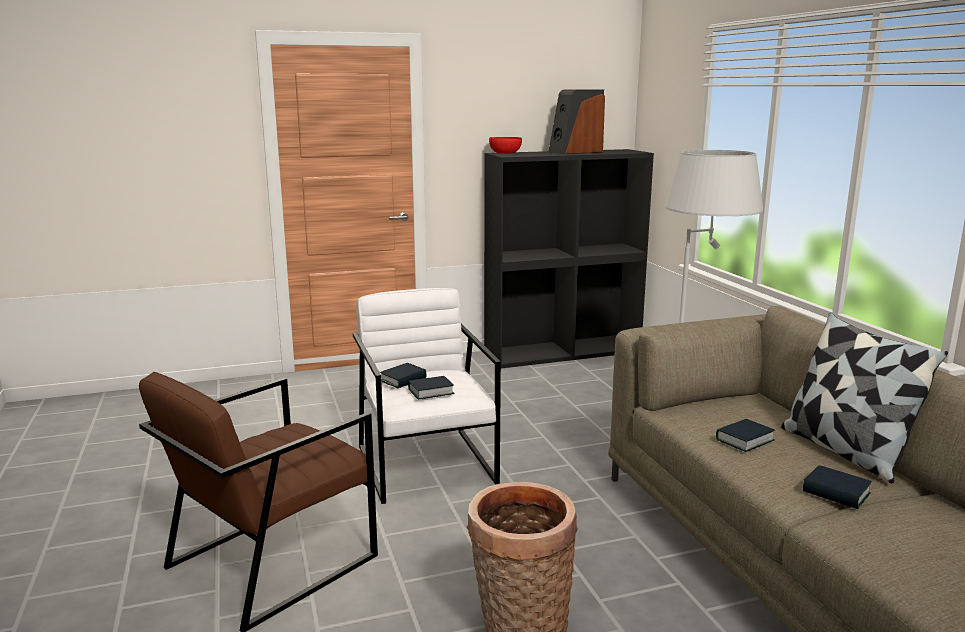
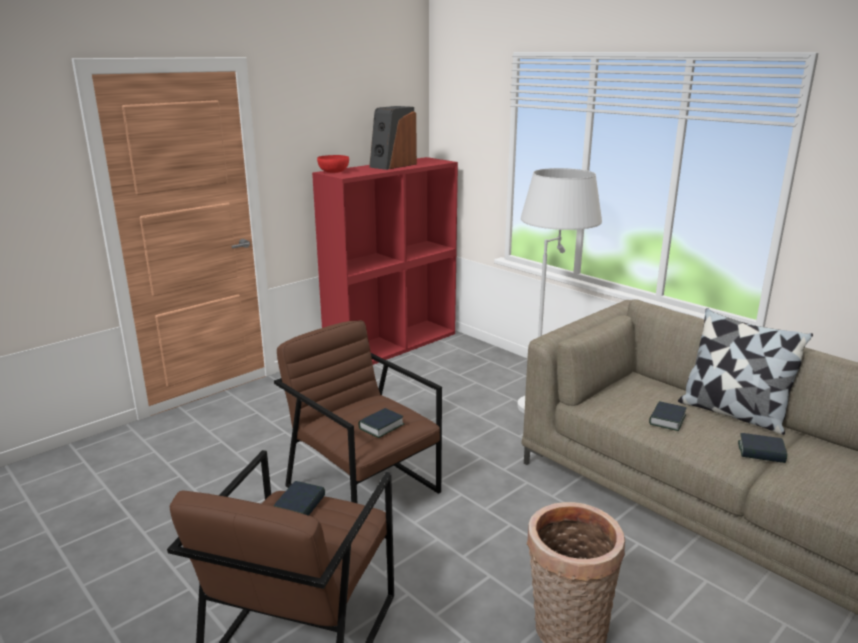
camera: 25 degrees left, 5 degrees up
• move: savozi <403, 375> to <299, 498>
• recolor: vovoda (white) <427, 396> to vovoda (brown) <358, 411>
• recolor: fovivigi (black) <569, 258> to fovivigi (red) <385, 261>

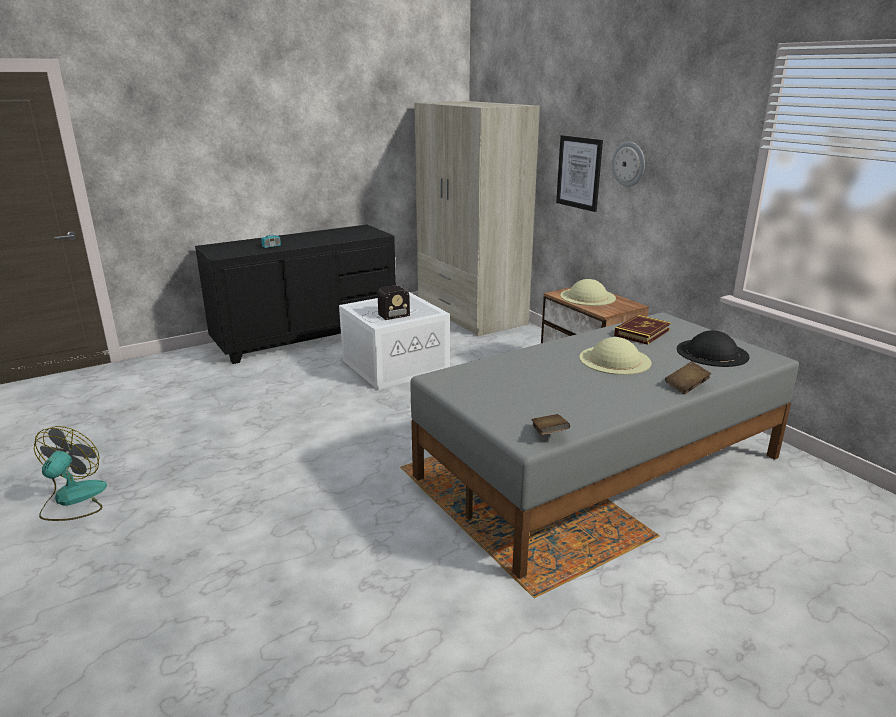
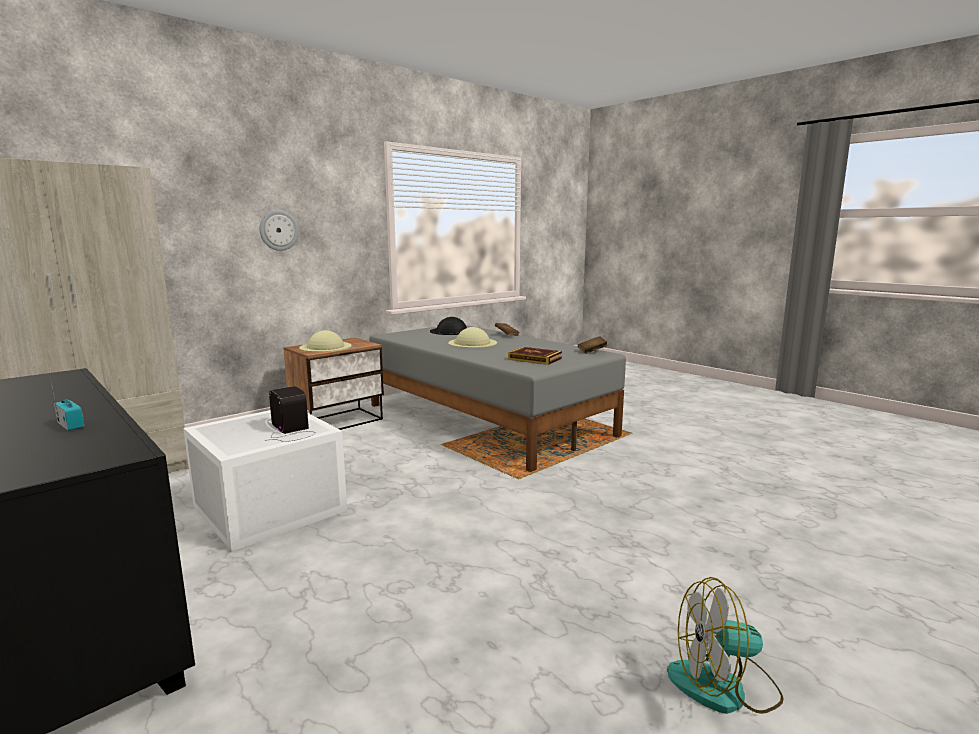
camera: 100 degrees left, 10 degrees down
• delete: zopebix <579, 173>
• move: savozi <642, 330> to <535, 356>

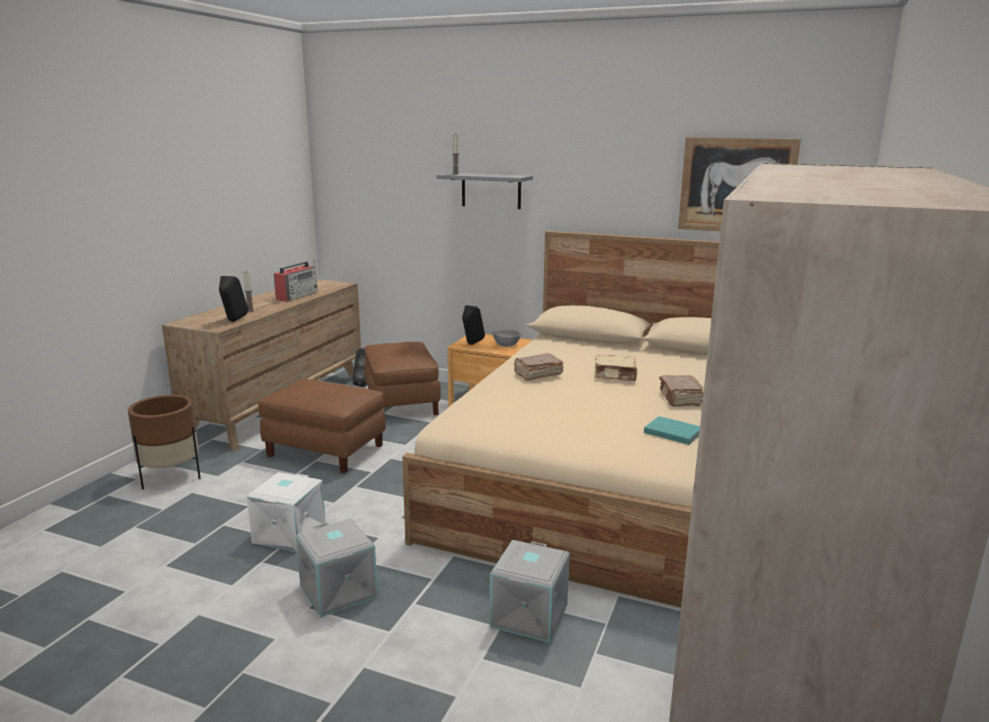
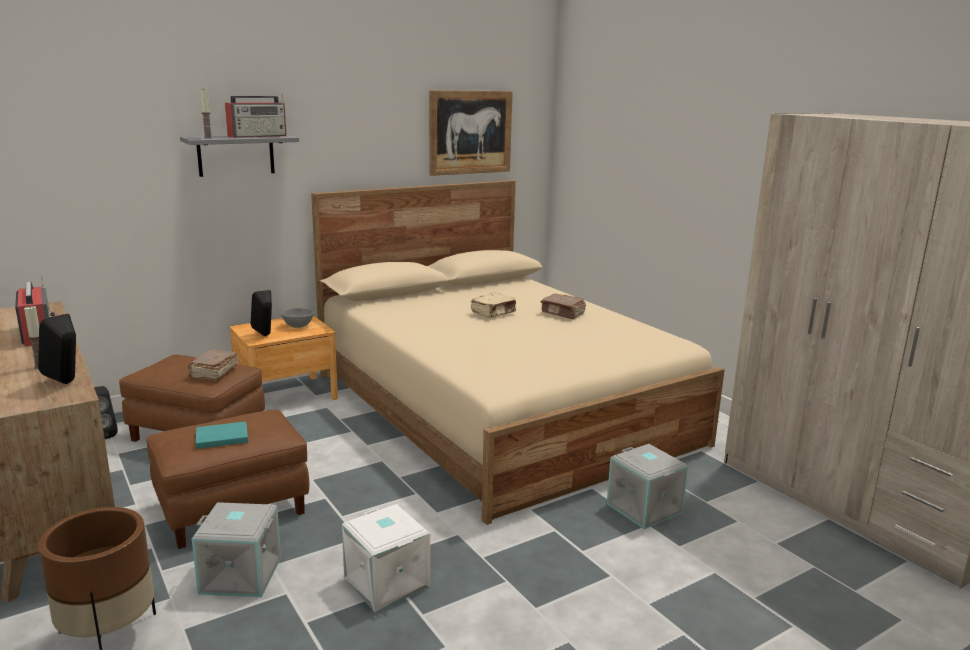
camera: 55 degrees left, 0 degrees up
• insert: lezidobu <256, 116>
• move: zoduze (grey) <337, 568> to <236, 549>
• move: savozi (brown) <539, 367> to <213, 365>
• move: savozi (turquoise) <672, 430> to <222, 435>

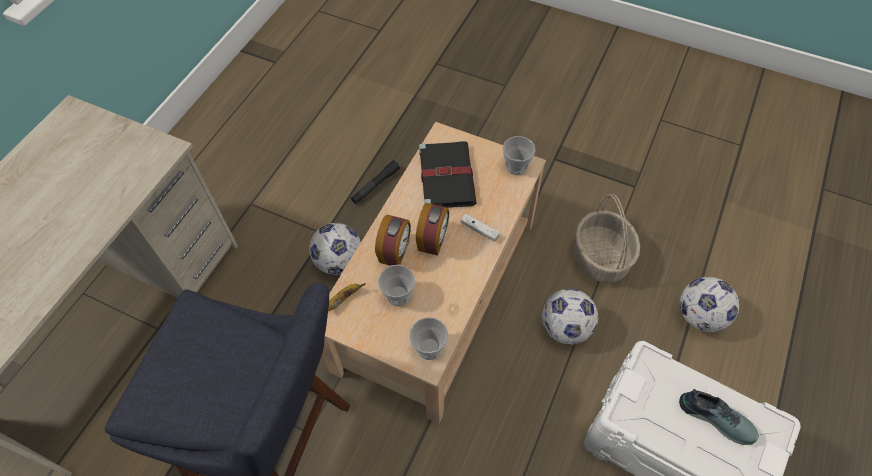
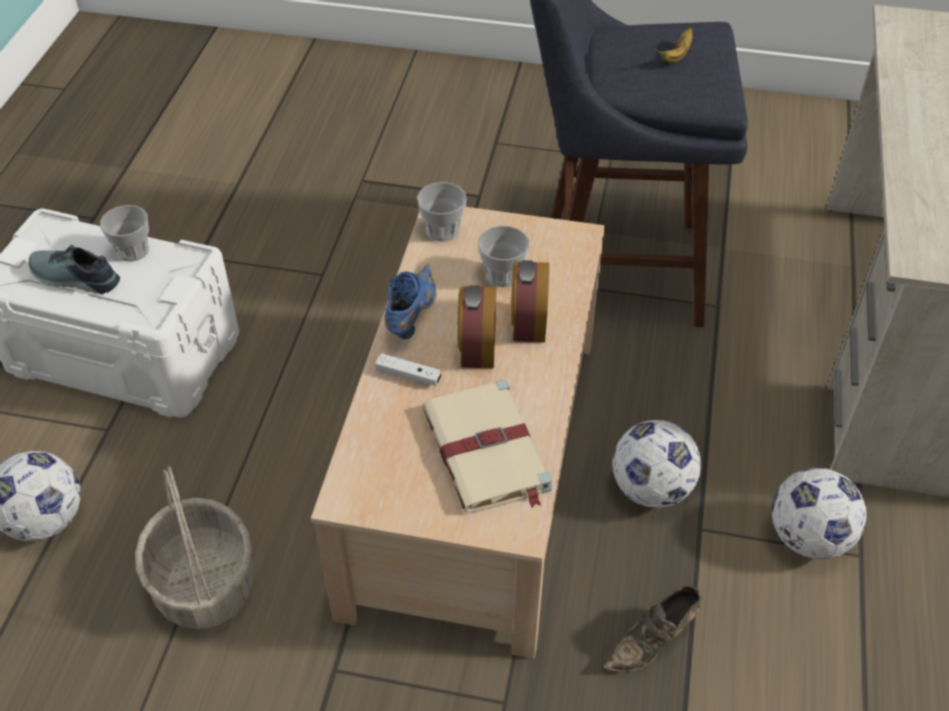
camera: 165 degrees right, 10 degrees down
• insert: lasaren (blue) <411, 301>
• move: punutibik <347, 297> to <673, 45>
• move: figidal <519, 155> to <124, 233>
• move: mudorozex <570, 317> to <819, 513>
• replace: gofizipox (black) <375, 182> to lasaren (brown) <652, 628>
• recolor: savozi (black) <447, 174> to savozi (beige) <487, 446>

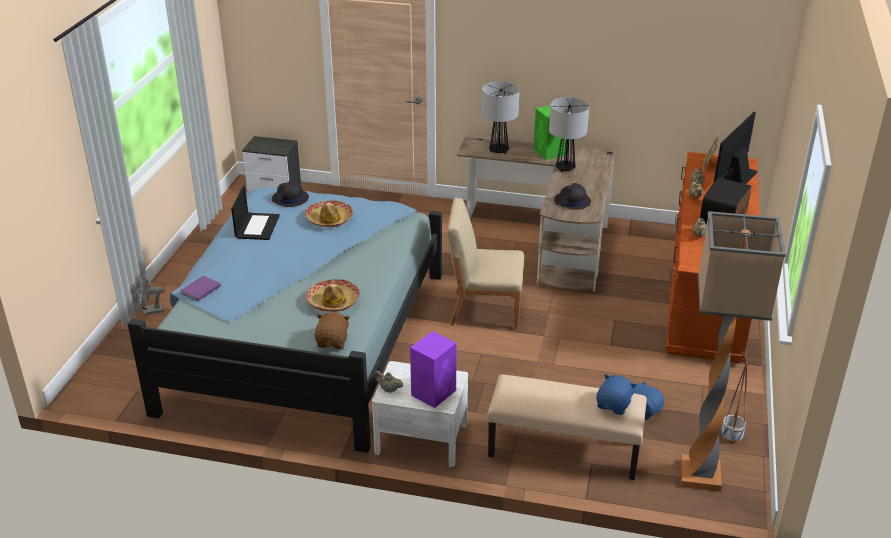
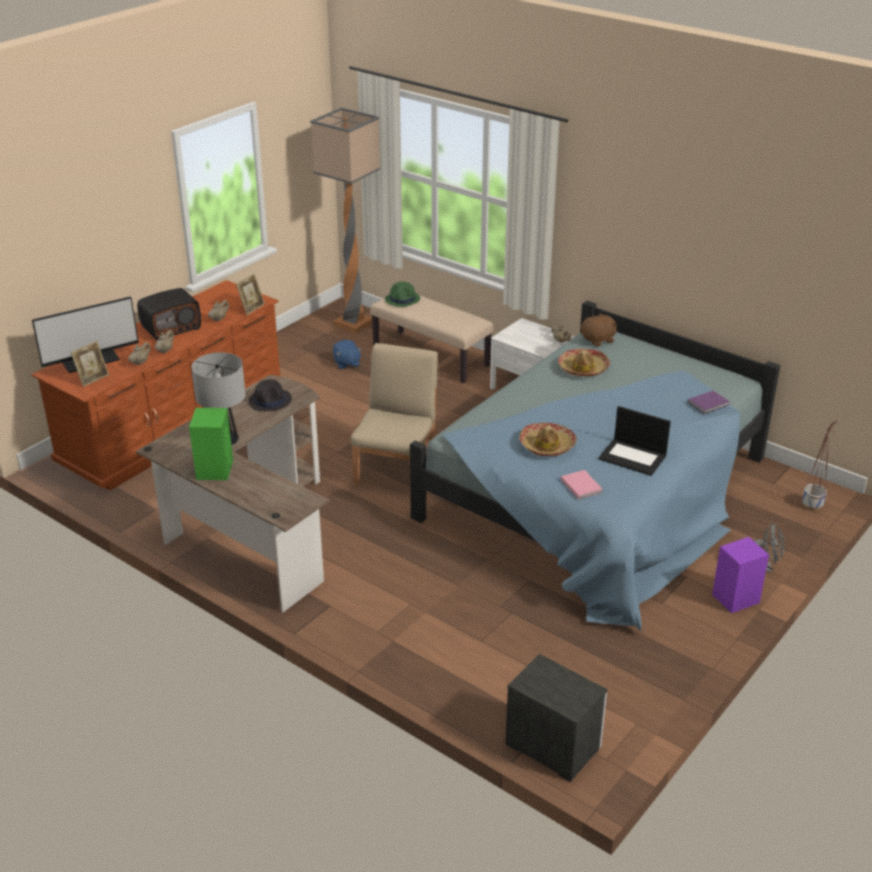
camera: 155 degrees left, 0 degrees up
• delete: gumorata <501, 117>
• insert: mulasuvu <250, 294>
• move: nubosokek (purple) <433, 369> to <740, 575>
• move: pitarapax <734, 395> to <820, 466>
• replace: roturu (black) <290, 194> to savozi (pink) <581, 484>
• replace: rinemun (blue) <616, 394> to roturu (green) <402, 294>
• rotate: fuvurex <255, 212> = <634, 441> 90 degrees counterclockwise
• rotate: rinemun (brown) <332, 330> = <599, 330> 150 degrees counterclockwise
• rotate: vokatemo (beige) <485, 264> = <394, 415> 105 degrees counterclockwise

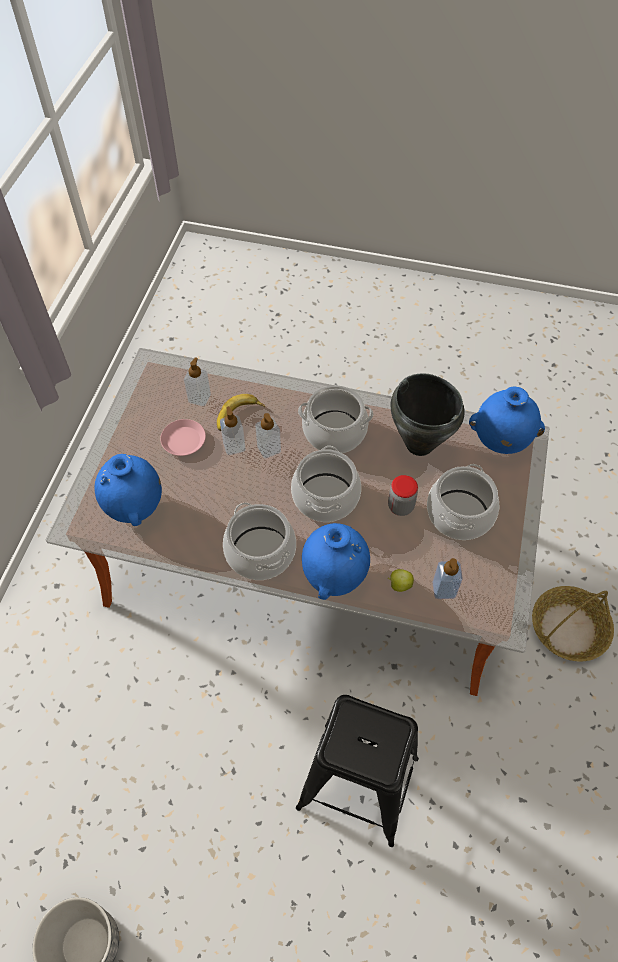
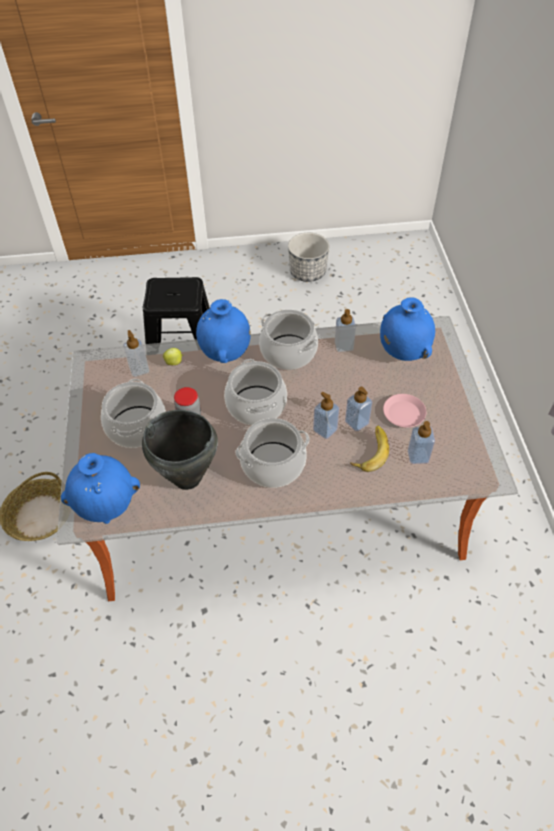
camera: 160 degrees right, 5 degrees down
• insert: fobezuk <345, 330>

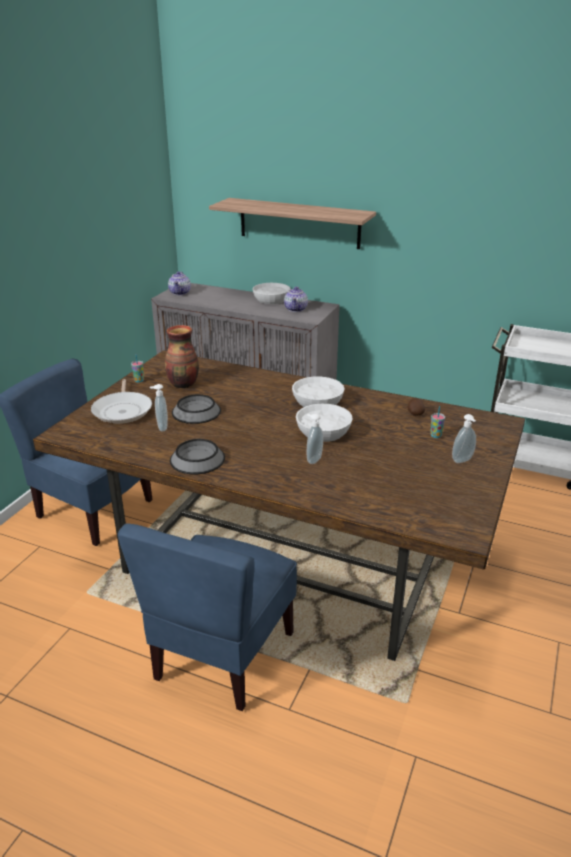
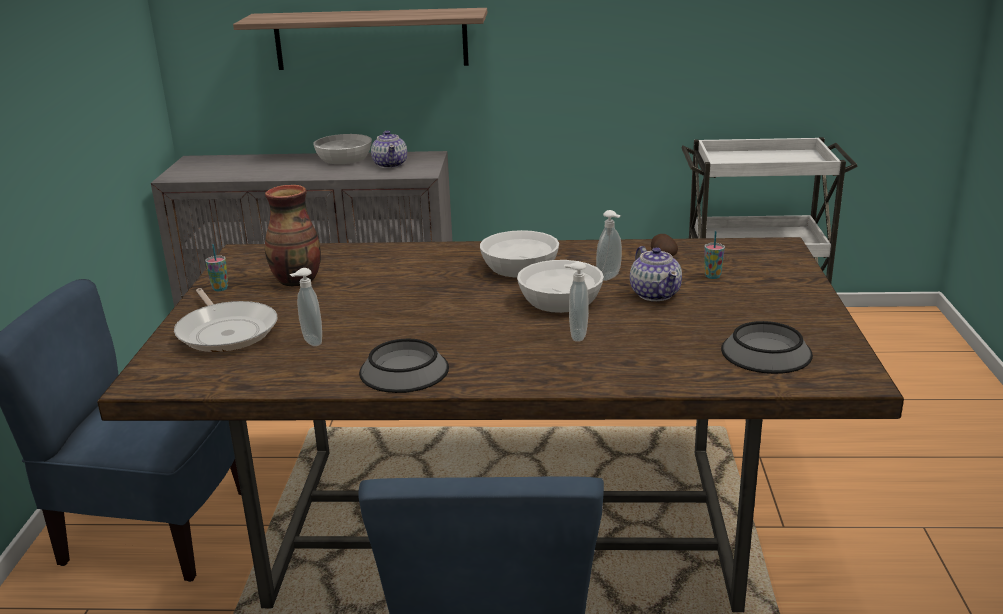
camera: 20 degrees left, 5 degrees down
• move: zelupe <179, 283> to <656, 273>
• move: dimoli <196, 409> to <767, 347>
• move: fobezuk <464, 438> to <609, 245>

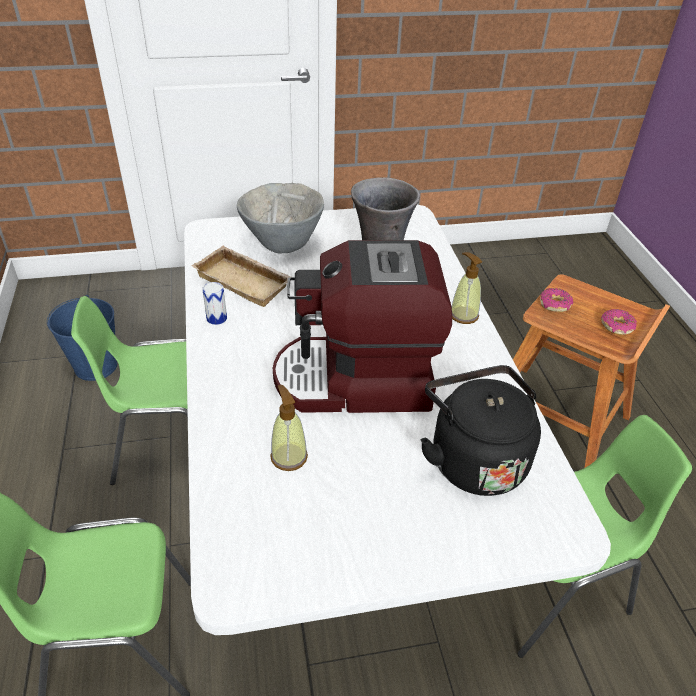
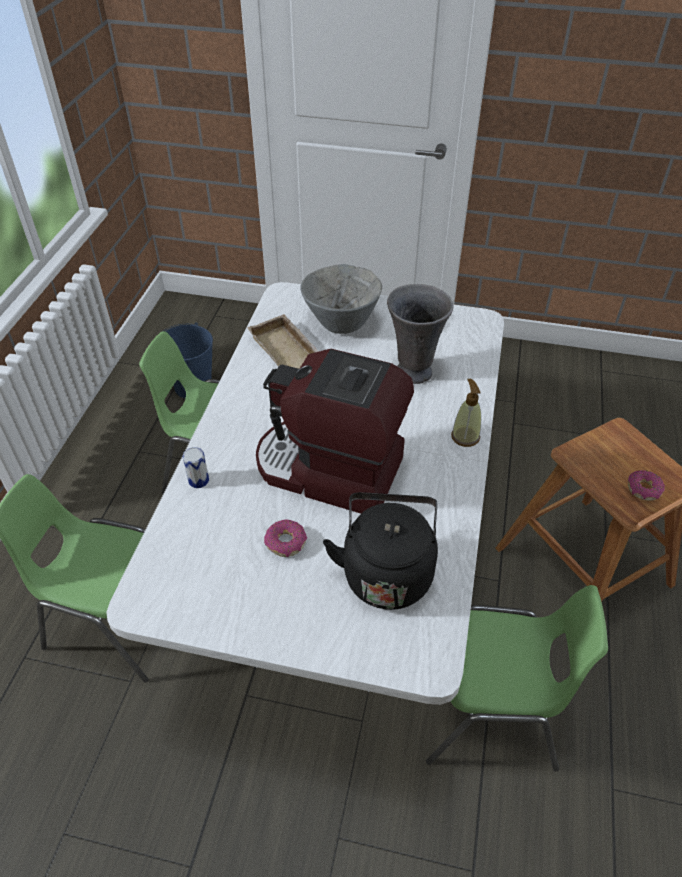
camera: 25 degrees right, 5 degrees up
• delete: fobezuk <289, 428>
• move: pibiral <214, 303> to <196, 467>
• move: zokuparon <556, 300> to <285, 538>

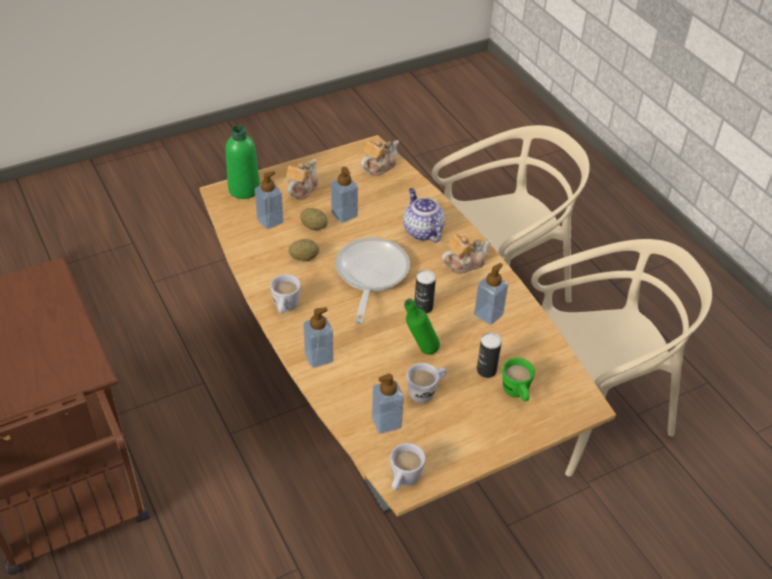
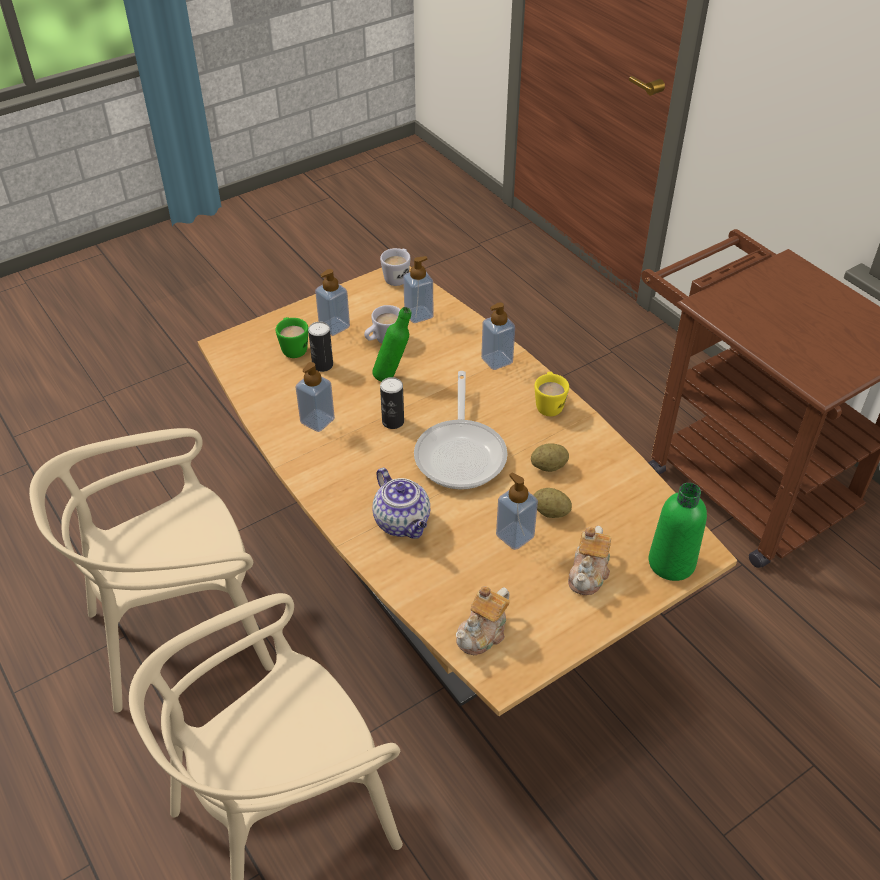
camera: 175 degrees right, 0 degrees up
• delete: zelupe <467, 254>
• move: fobezuk <269, 200> to <332, 302>
• recolor: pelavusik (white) <285, 294> to pelavusik (yellow) <551, 394>

